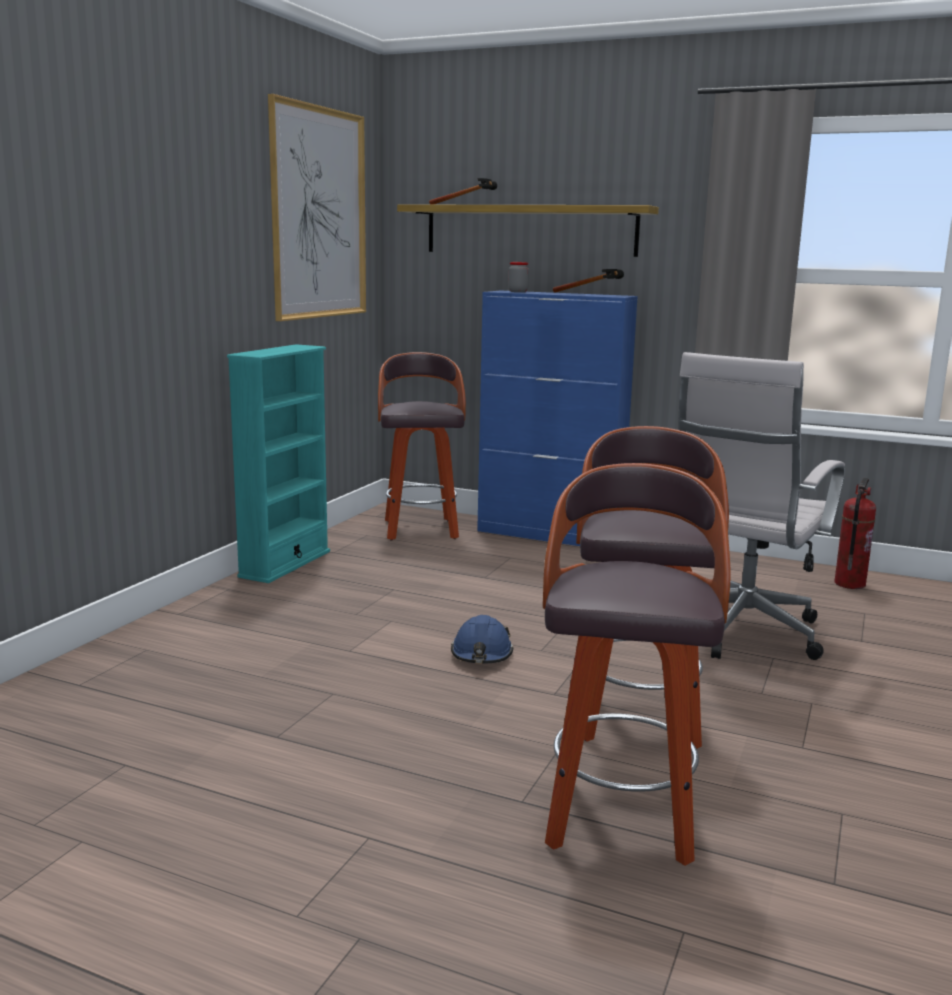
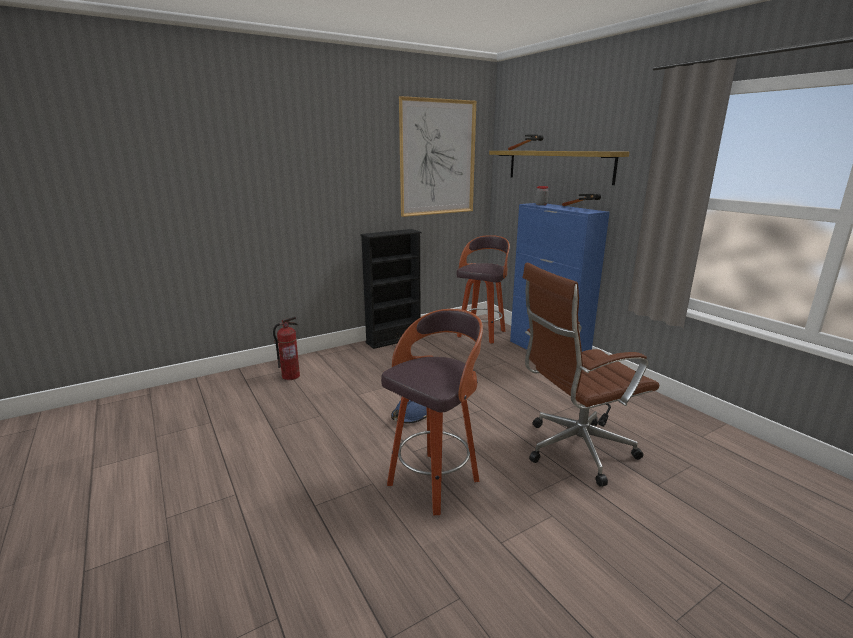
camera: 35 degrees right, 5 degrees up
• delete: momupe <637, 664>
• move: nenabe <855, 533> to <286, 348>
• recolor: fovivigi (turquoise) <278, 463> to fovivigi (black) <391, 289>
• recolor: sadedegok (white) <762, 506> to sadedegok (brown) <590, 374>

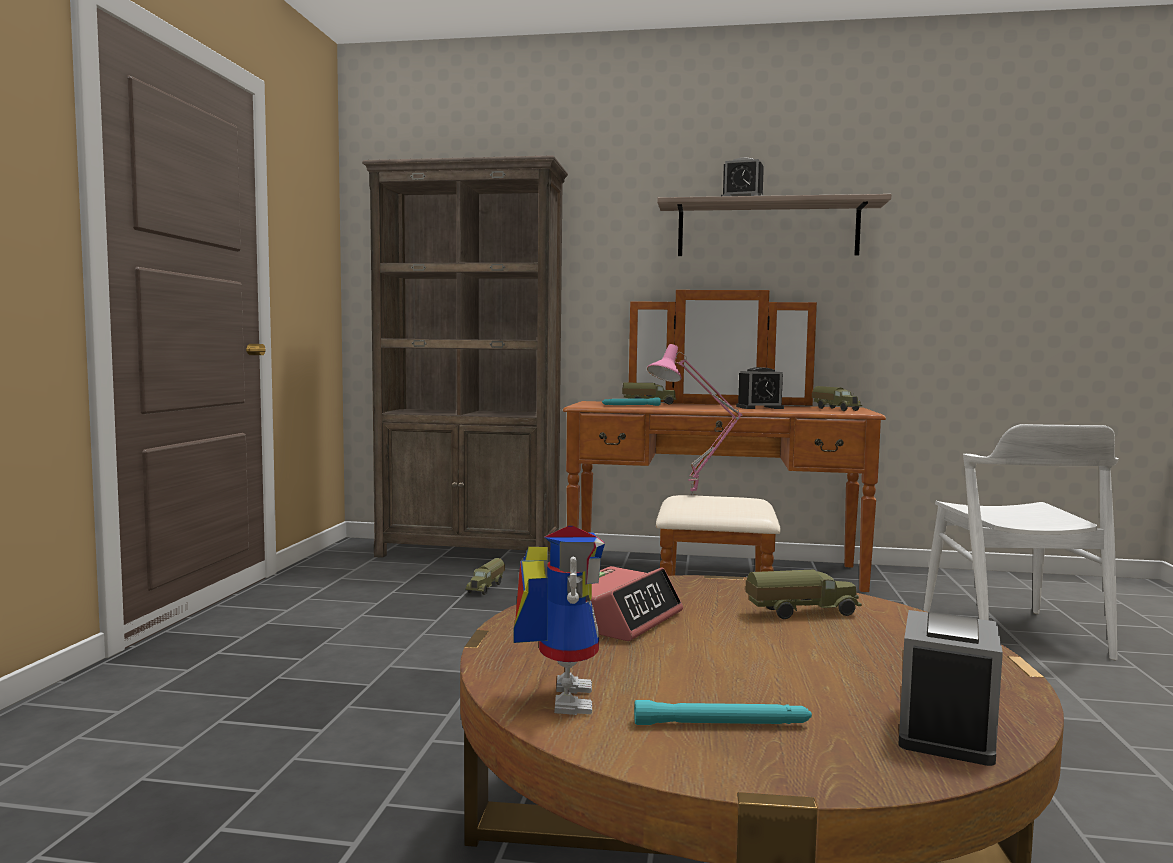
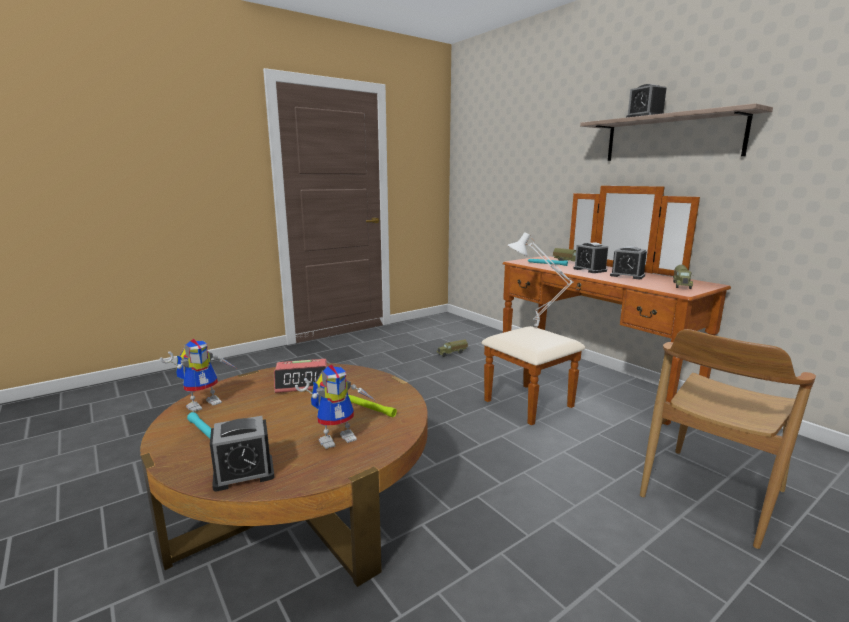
camera: 45 degrees right, 10 degrees up
• delete: fovivigi (brown) <465, 356>
• insert: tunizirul <335, 407>
• insert: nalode <590, 257>
• replace: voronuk <803, 594> to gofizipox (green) <372, 406>
• recolor: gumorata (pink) <694, 419> to gumorata (white) <541, 280>
• recolor: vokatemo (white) <1021, 542> to vokatemo (brown) <728, 439>

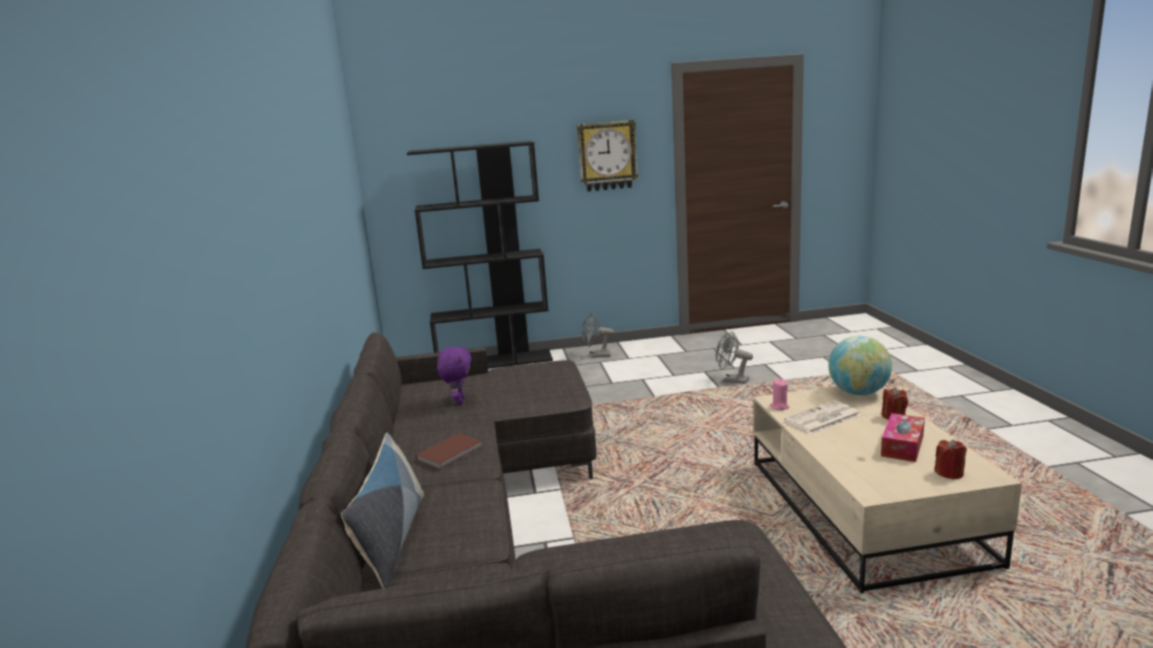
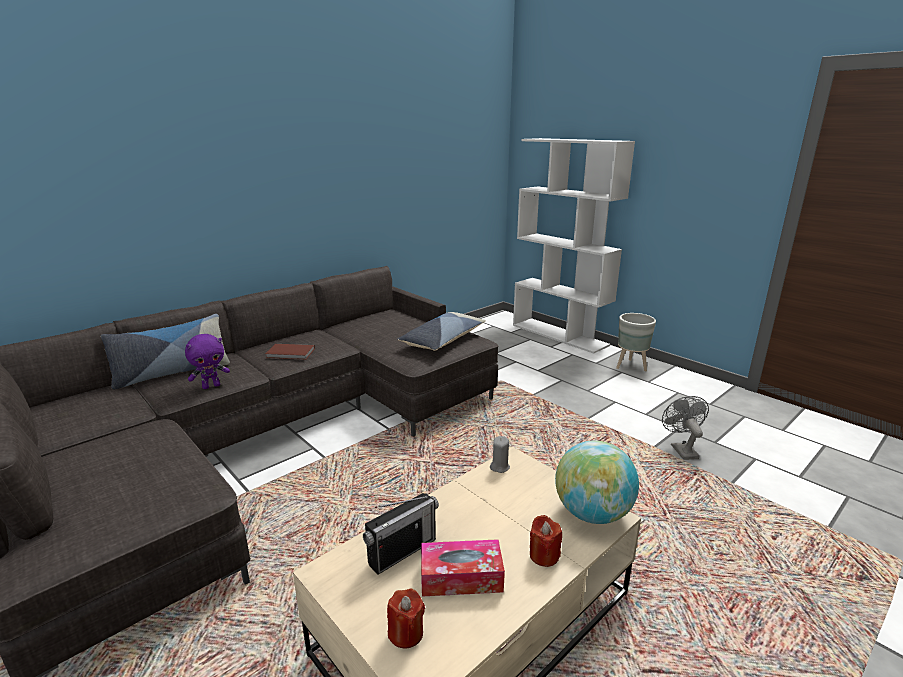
camera: 55 degrees right, 5 degrees up
• delete: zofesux <607, 156>
• delete: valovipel <823, 417>
• insert: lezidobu <401, 534>
• insert: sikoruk <441, 331>
• move: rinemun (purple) <454, 375> to <207, 361>
• replace: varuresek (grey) <598, 335> to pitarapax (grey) <636, 342>
• recolor: fovivigi (black) <480, 255> to fovivigi (white) <574, 246>
• recolor: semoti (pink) <779, 394> to semoti (grey) <500, 454>

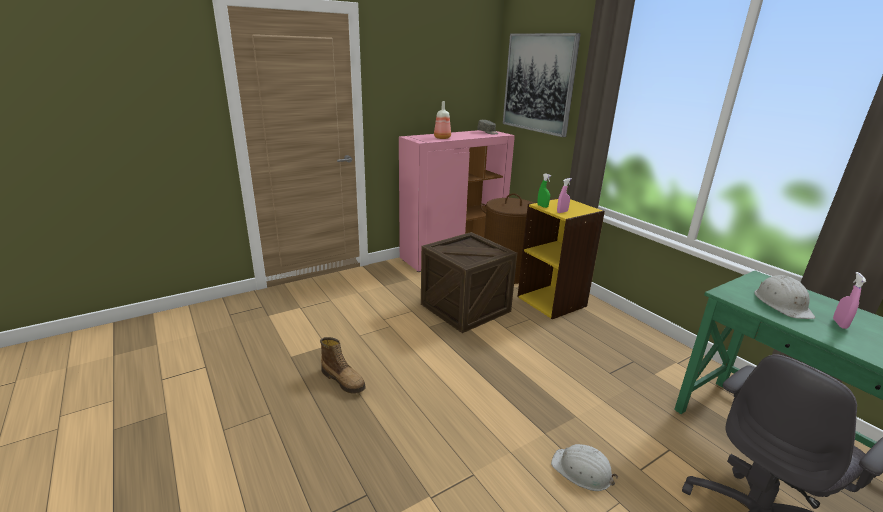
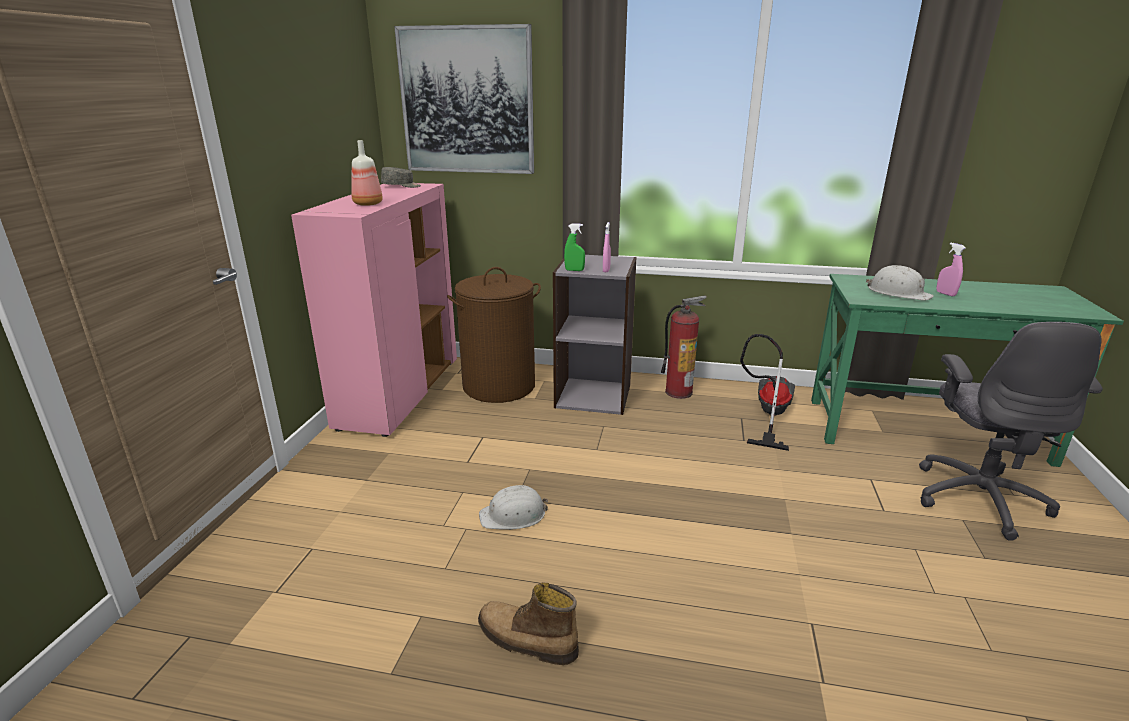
camera: 45 degrees left, 0 degrees up
• delete: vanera <469, 282>
• insert: nenabe <684, 347>
• insert: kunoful <767, 392>
• move: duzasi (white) <584, 467> to <513, 507>
• recolor: fovivigi (yellow) <561, 258> to fovivigi (grey) <594, 335>
• rotate: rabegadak <343, 365> = <528, 624> 150 degrees counterclockwise

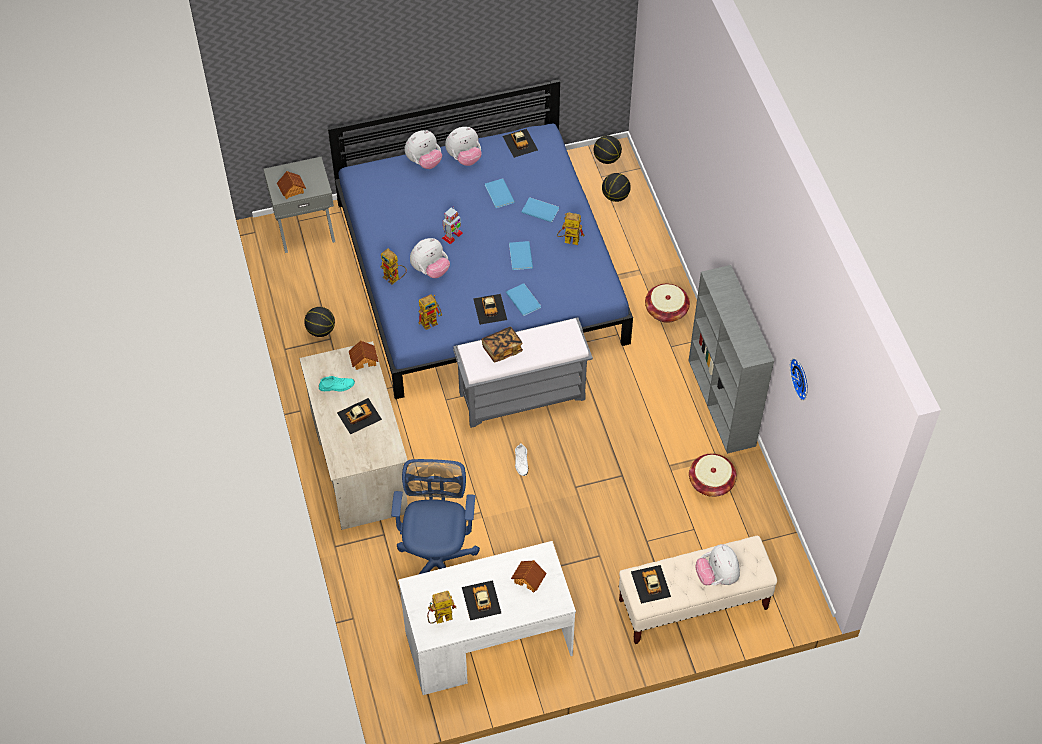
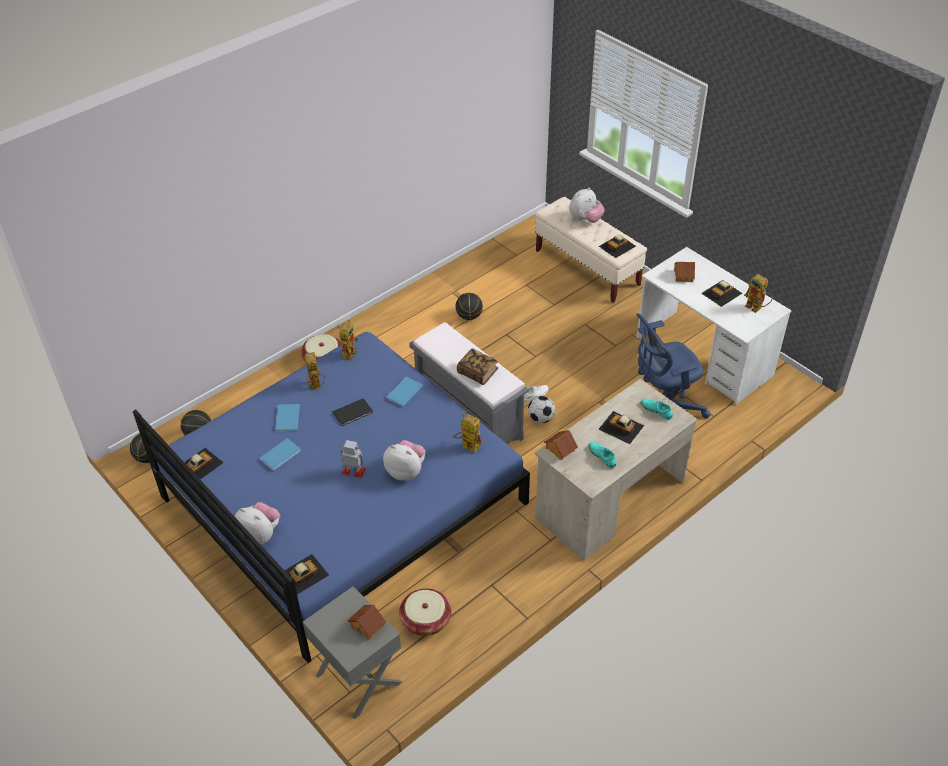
camera: 115 degrees left, 10 degrees down
• delete: rinemun <463, 146>
• delete: fovivigi (grey) <731, 359>
• delete: zofesux <799, 379>
• insert: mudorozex <541, 409>
• insert: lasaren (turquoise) <657, 409>
• move: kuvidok <319, 322> to <469, 306>
• move: tunizirul <393, 266> to <349, 340>
• move: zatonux <490, 309> to <304, 574>
• move: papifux <713, 475> to <425, 612>
• recolor: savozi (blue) <521, 255> to savozi (black) <352, 412>

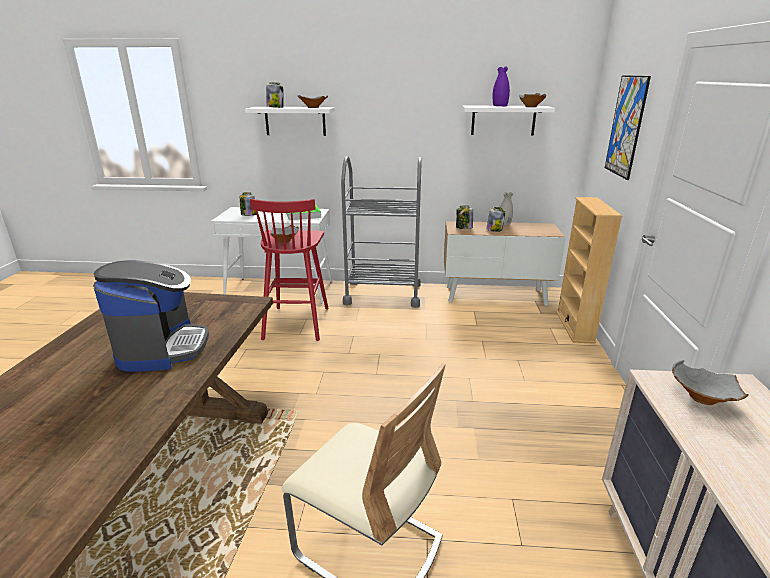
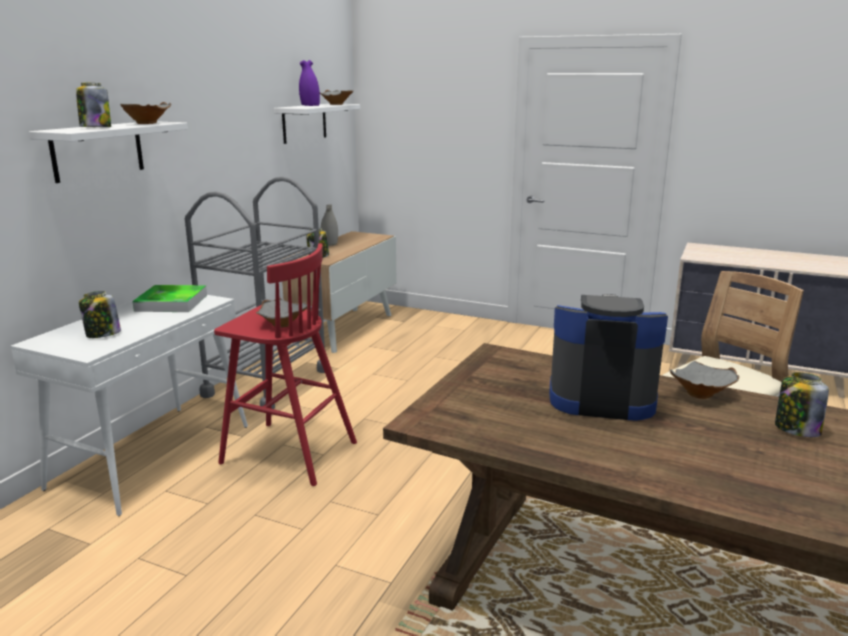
camera: 70 degrees left, 5 degrees down
• delete: fovivigi (beige) <589, 270>
• delete: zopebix <628, 127>
• move: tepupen <496, 219> to <802, 404>
• move: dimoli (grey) <710, 382> to <705, 380>

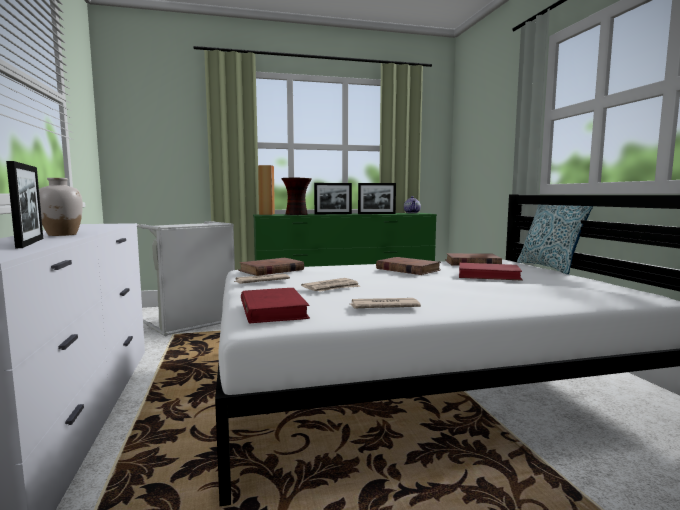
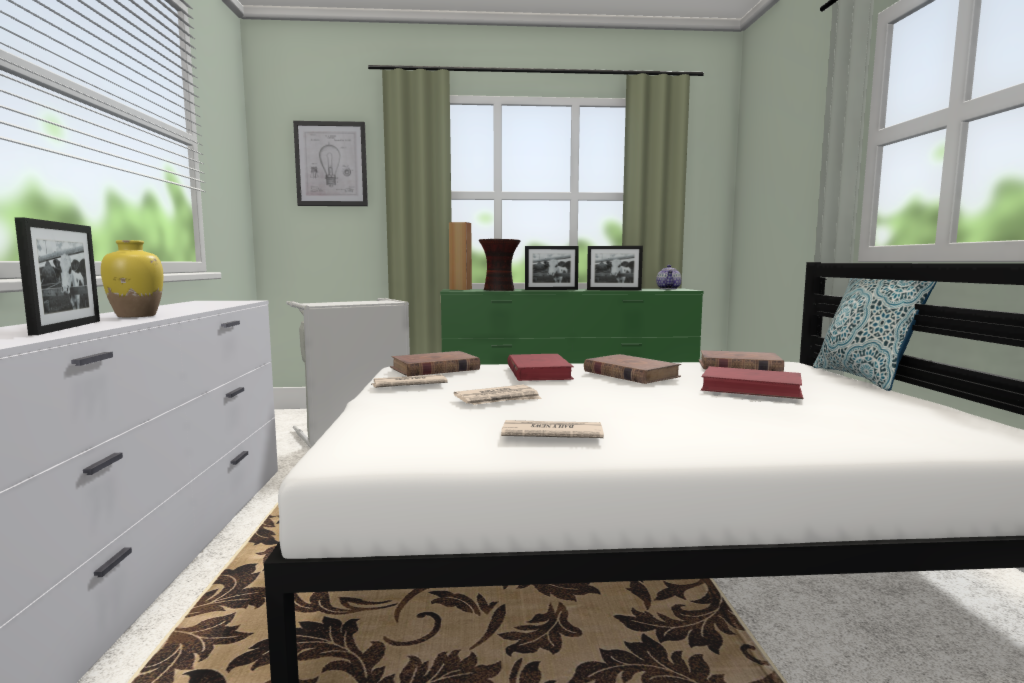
camera: 10 degrees right, 0 degrees up
• insert: zopebix <330, 163>
• move: savozi (red) <275, 306> to <540, 367>
• recolor: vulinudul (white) <61, 207> to vulinudul (yellow) <132, 278>

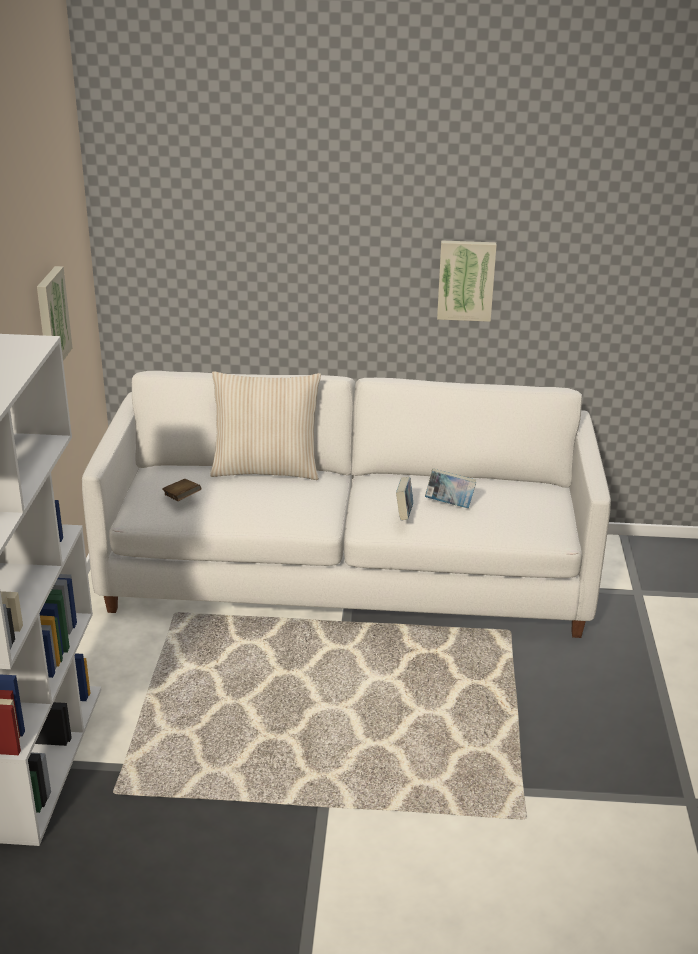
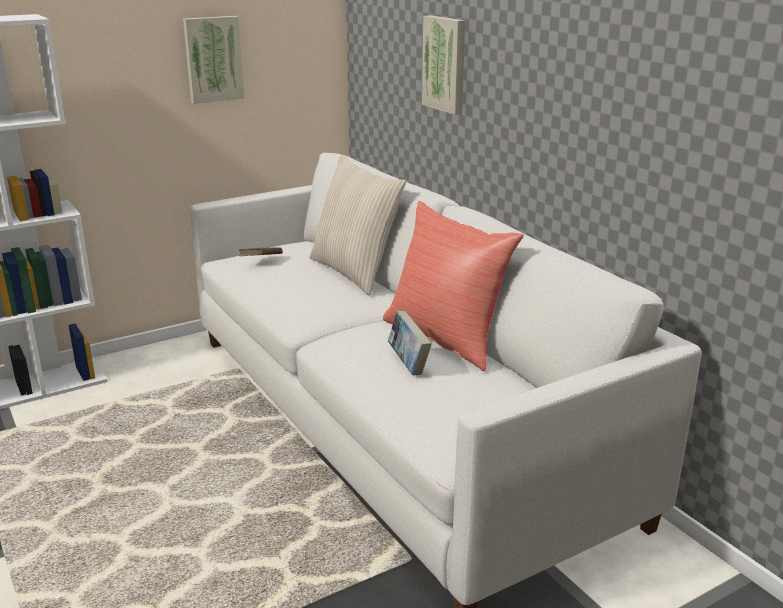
camera: 55 degrees right, 5 degrees down
• delete: savozi <404, 499>
• insert: sikoruk (red) <453, 286>
• move: zopebix <467, 281> to <444, 65>

